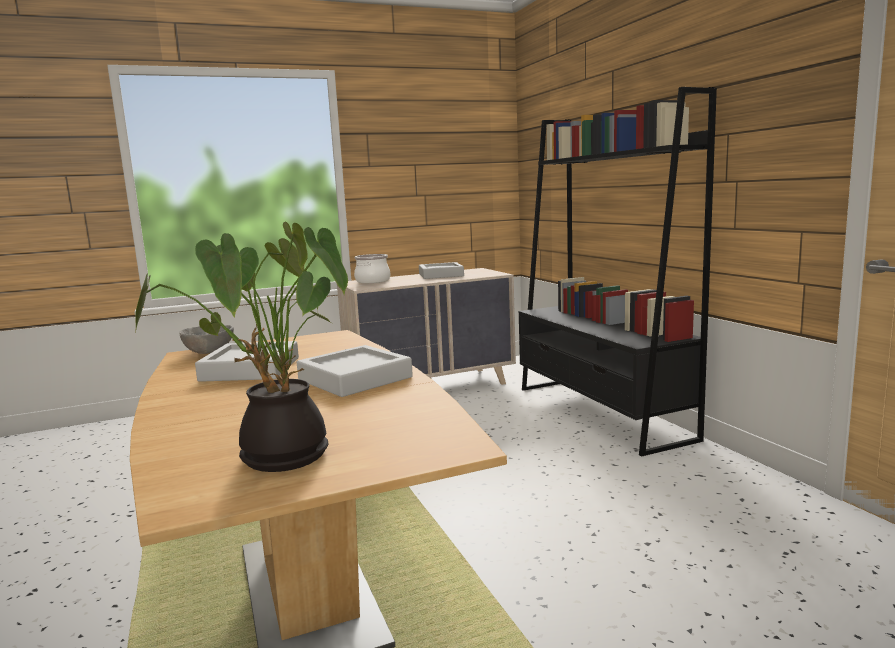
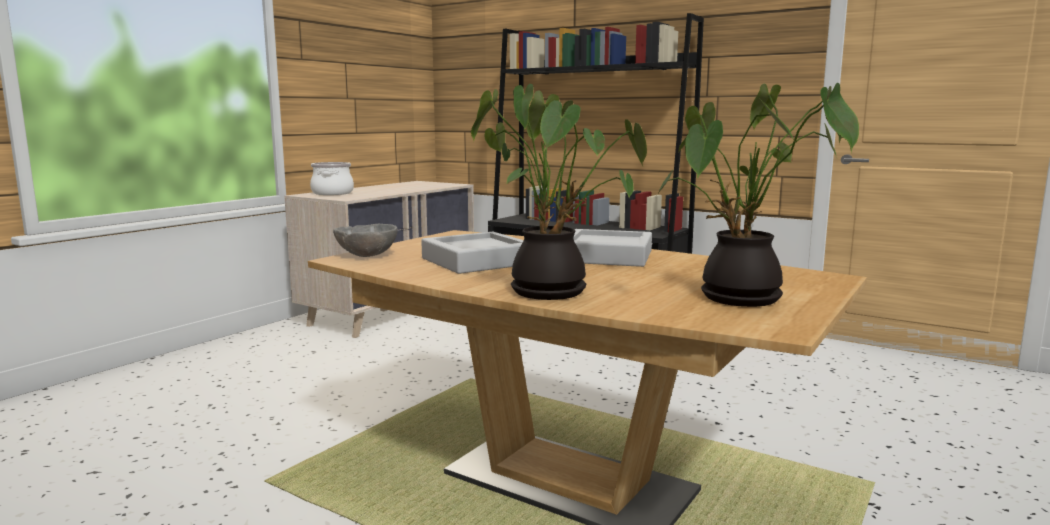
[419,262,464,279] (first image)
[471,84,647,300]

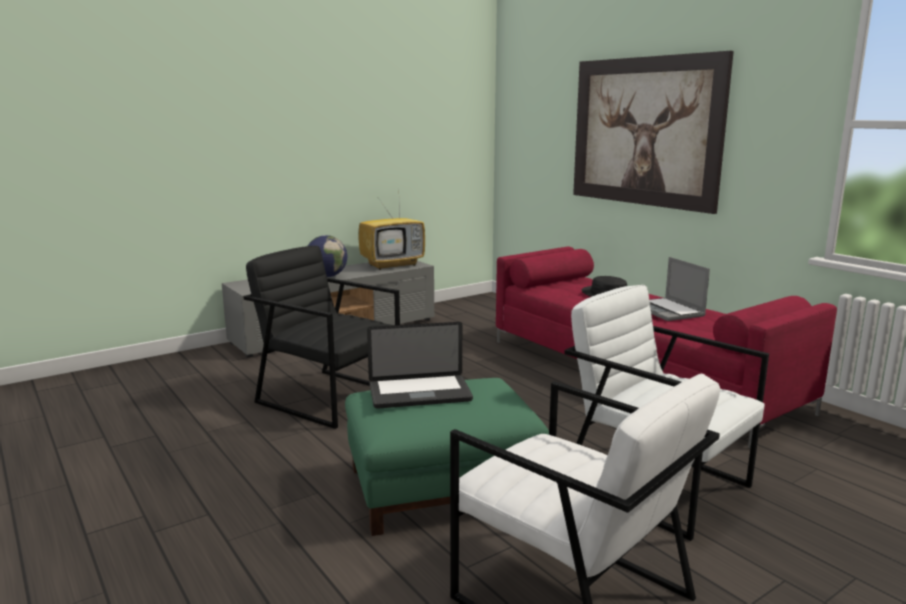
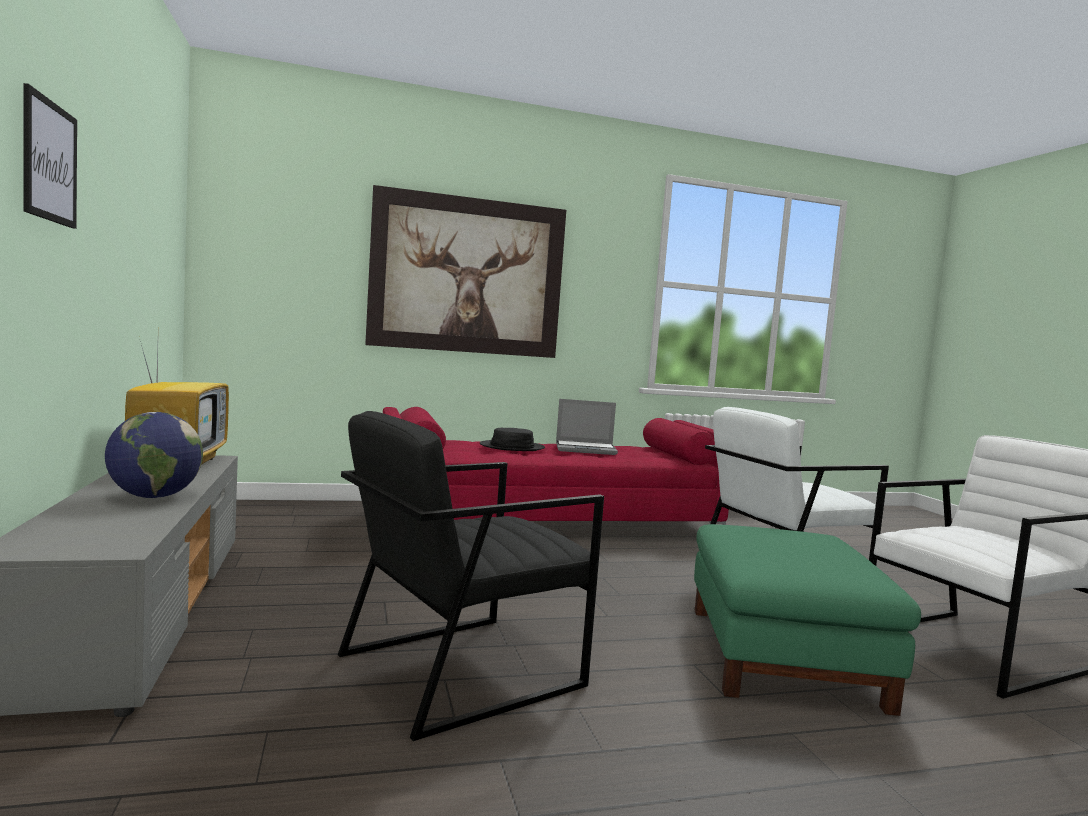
[367,322,473,409] (first image)
[23,83,77,229]

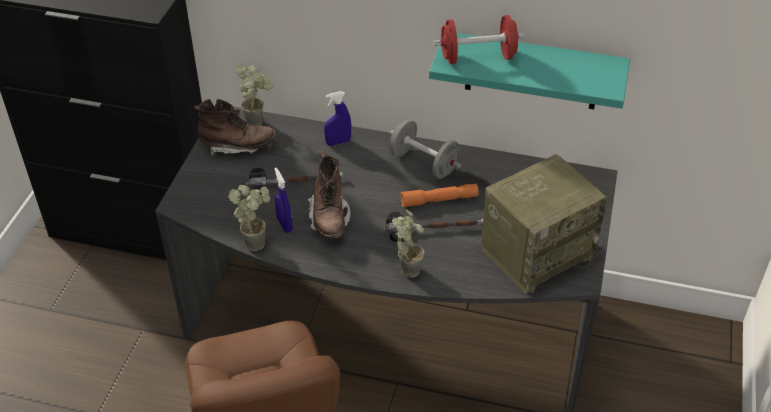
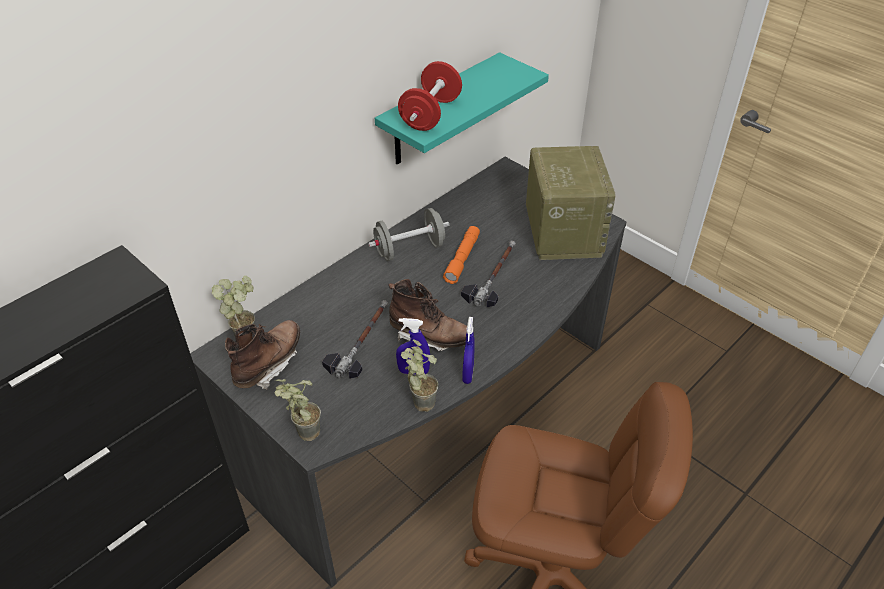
[462,317,475,384]
[274,379,321,441]

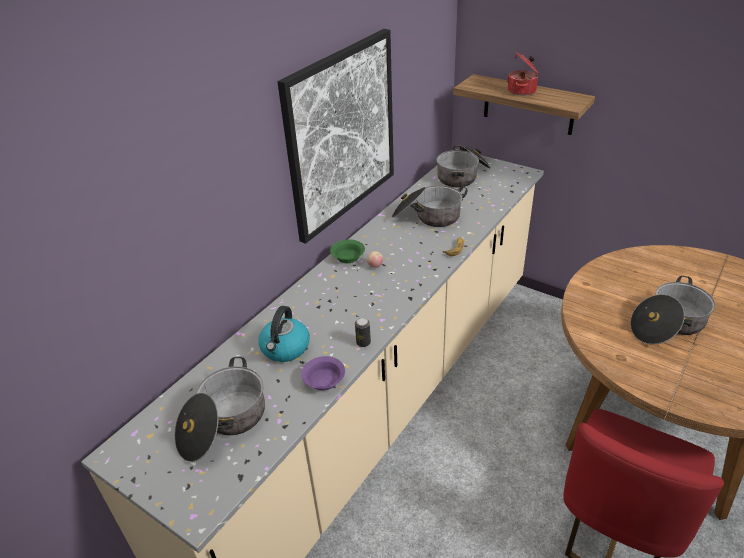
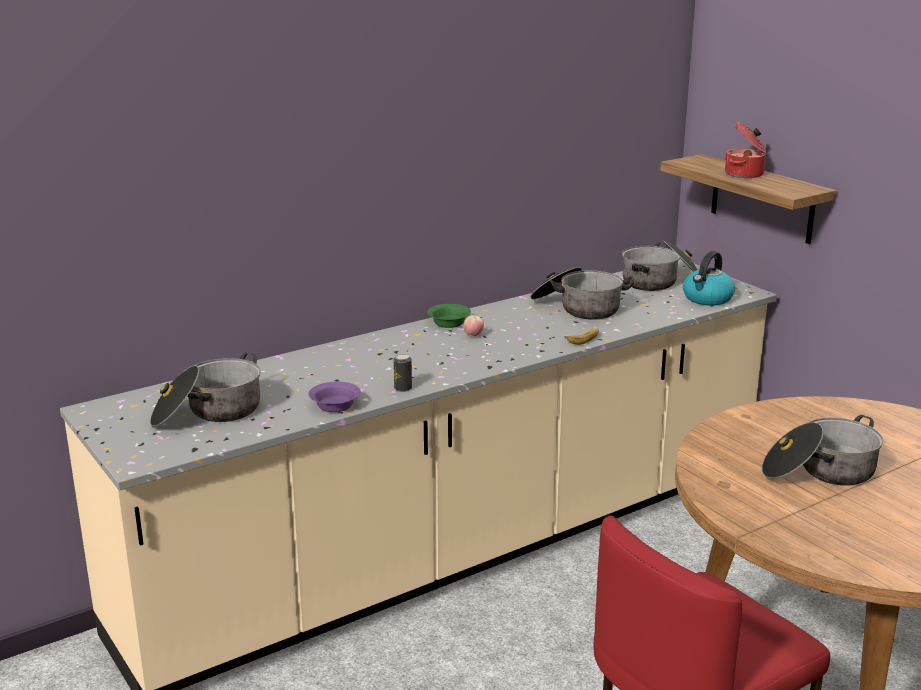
[683,251,735,306]
[278,29,394,244] (first image)

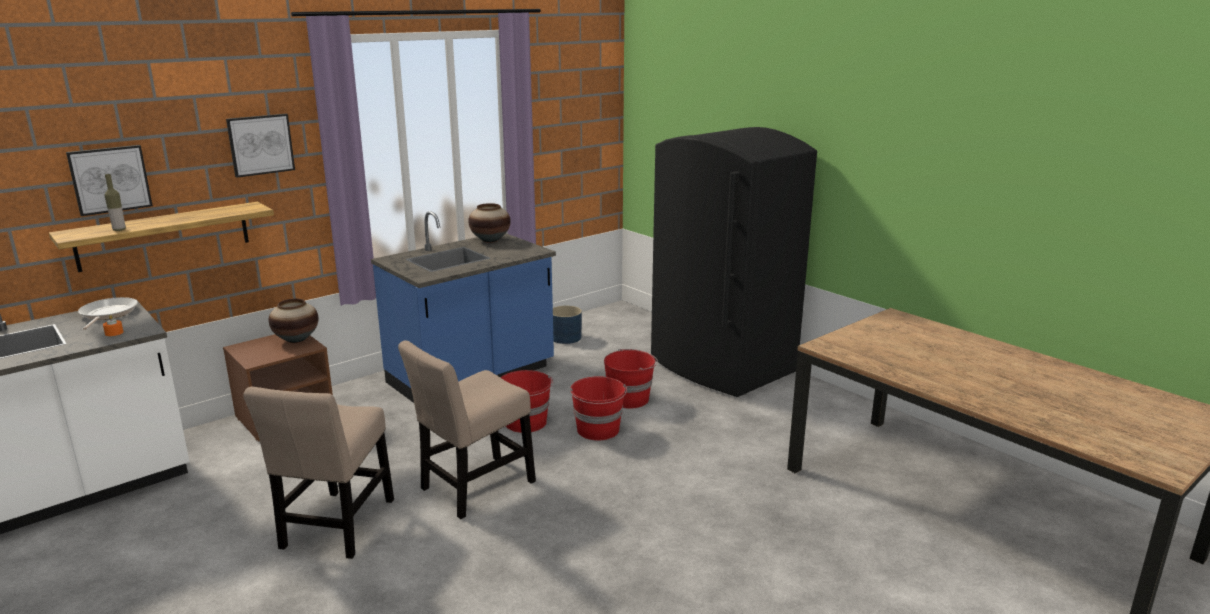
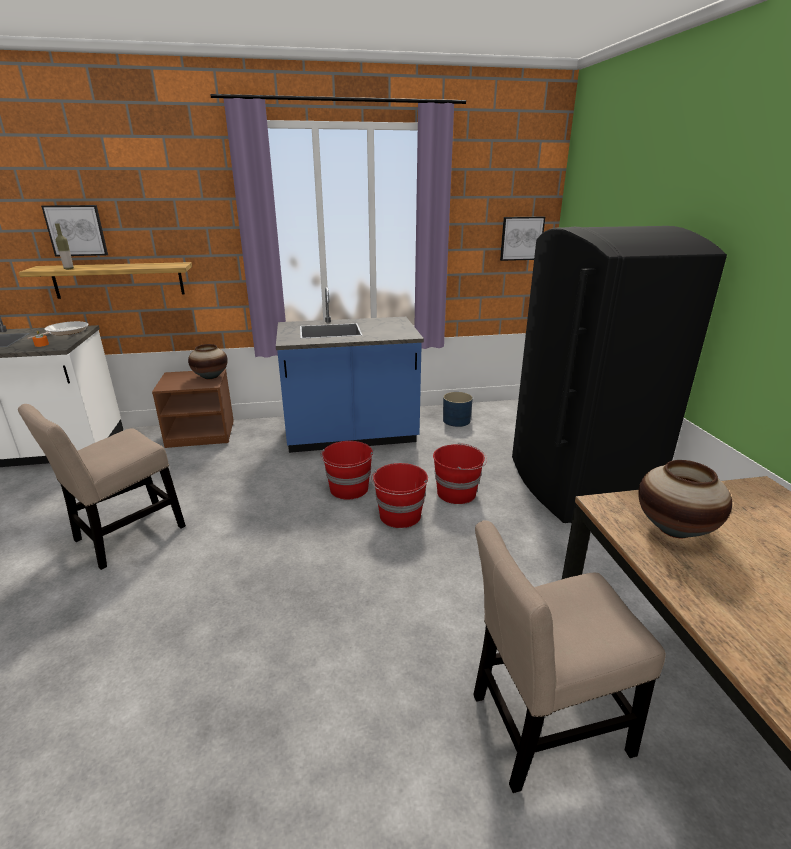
[500,216,545,261]
[473,520,666,793]
[638,460,732,538]

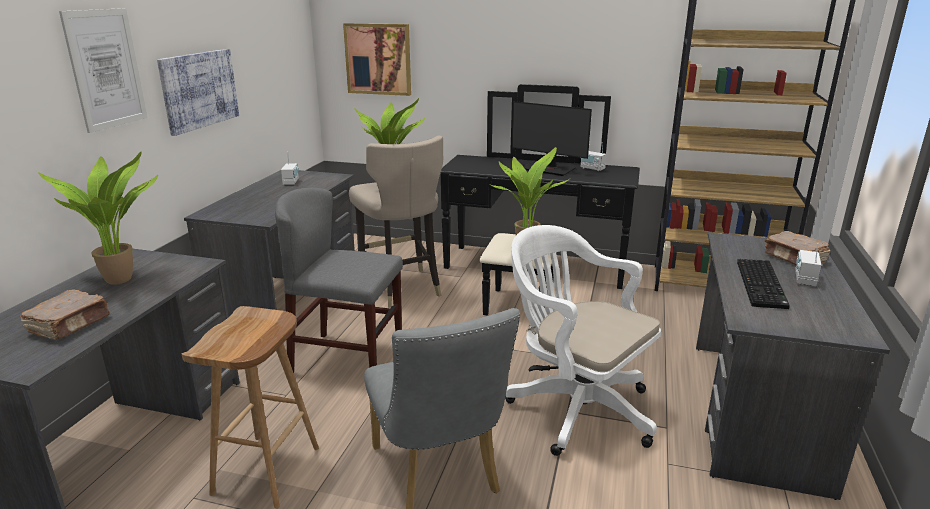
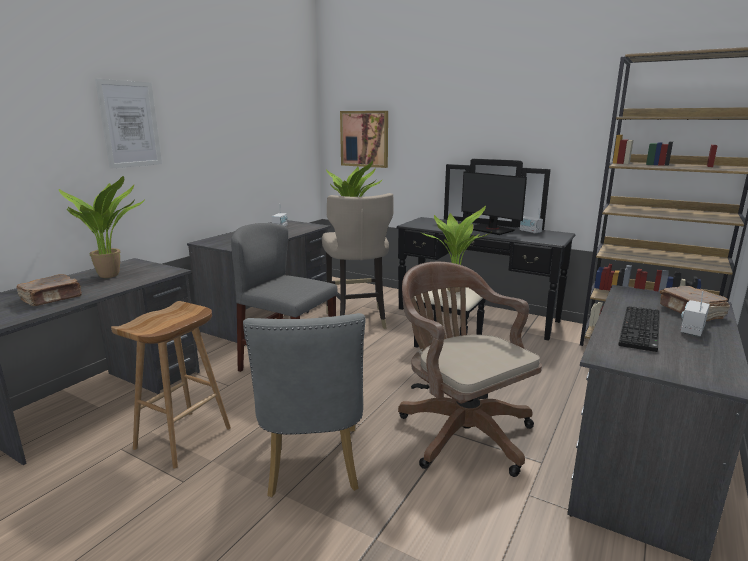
[157,49,239,136] (first image)
[398,262,542,477]

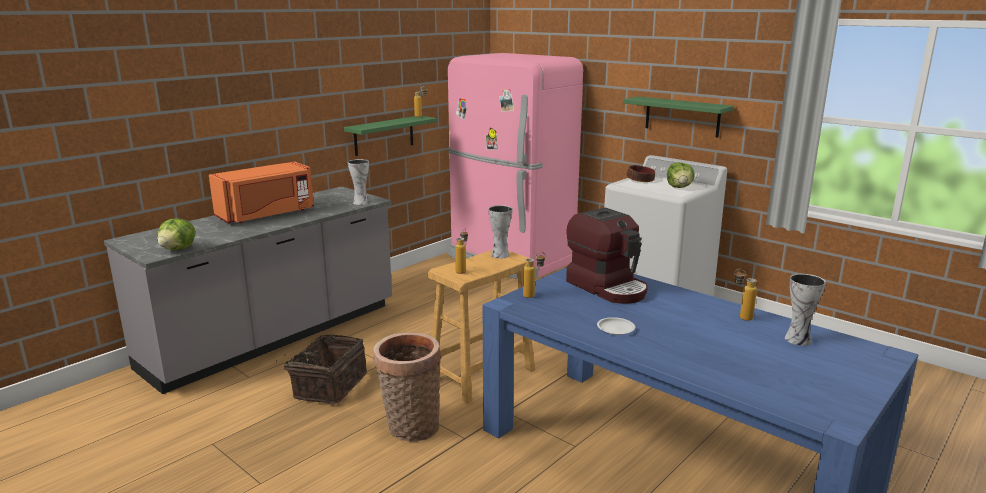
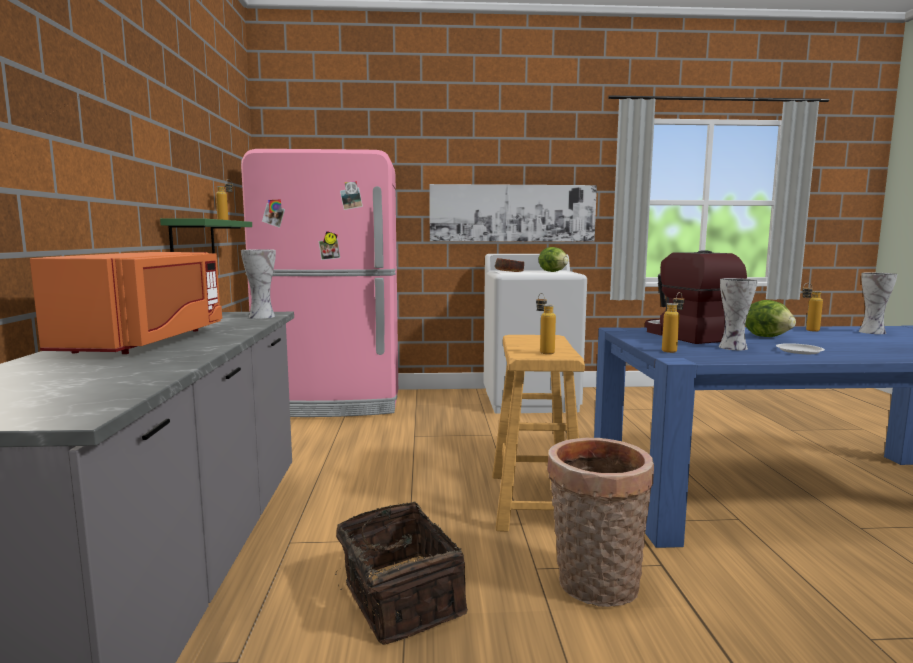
[745,300,796,337]
[719,278,758,350]
[645,250,747,344]
[429,184,597,242]

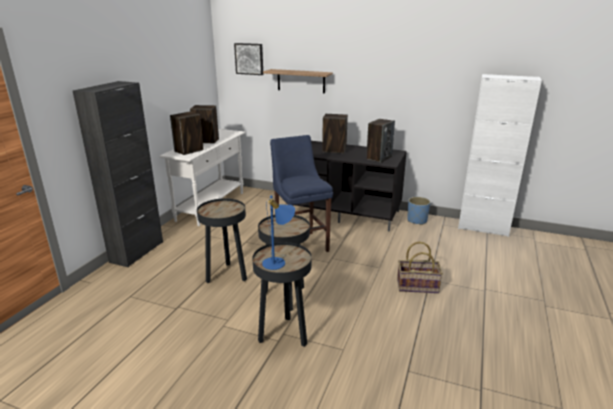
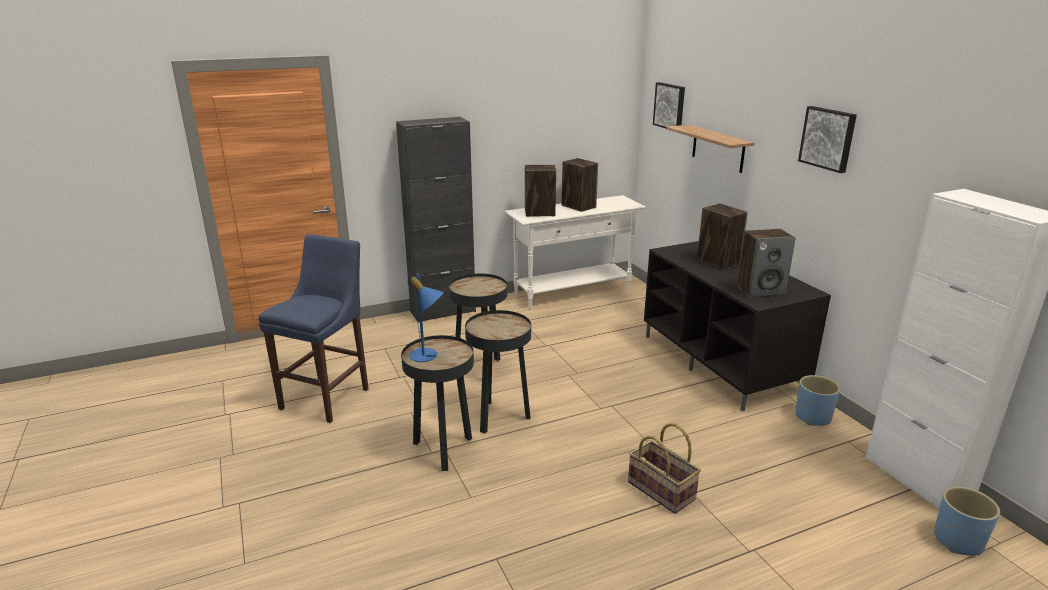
[259,234,369,423]
[798,106,857,173]
[934,486,1000,556]

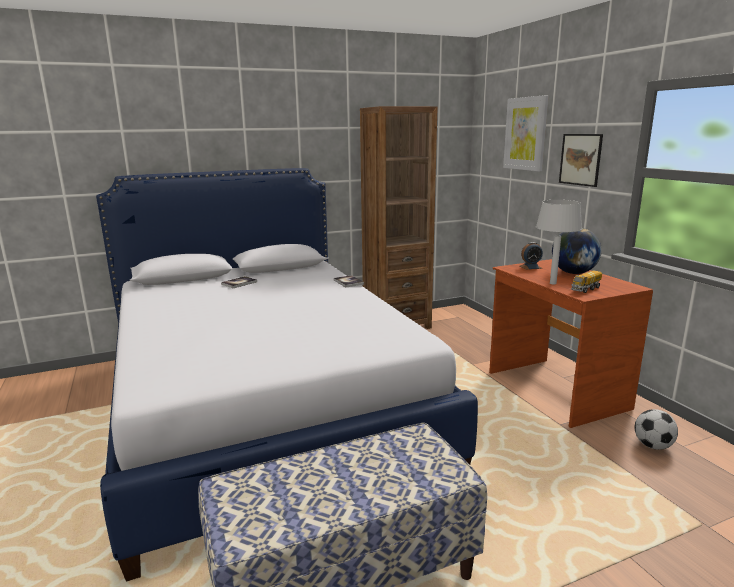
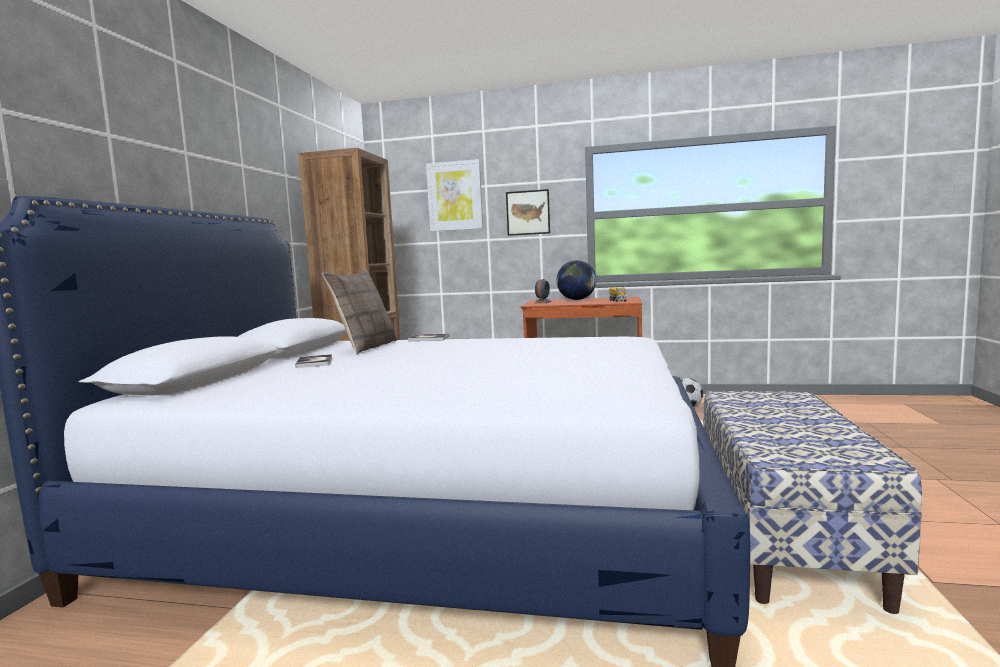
[536,200,582,284] (first image)
[322,269,397,354]

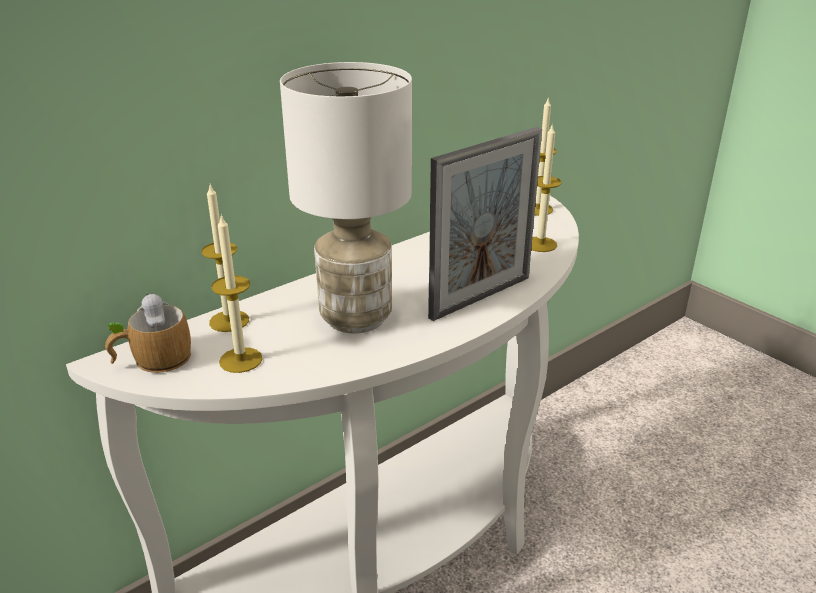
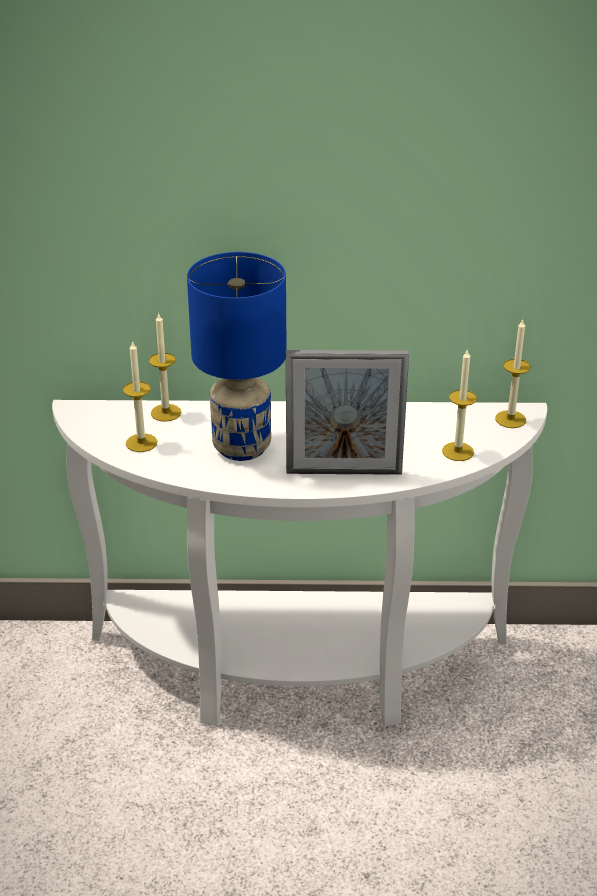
[105,293,191,373] (first image)
[187,252,286,461]

